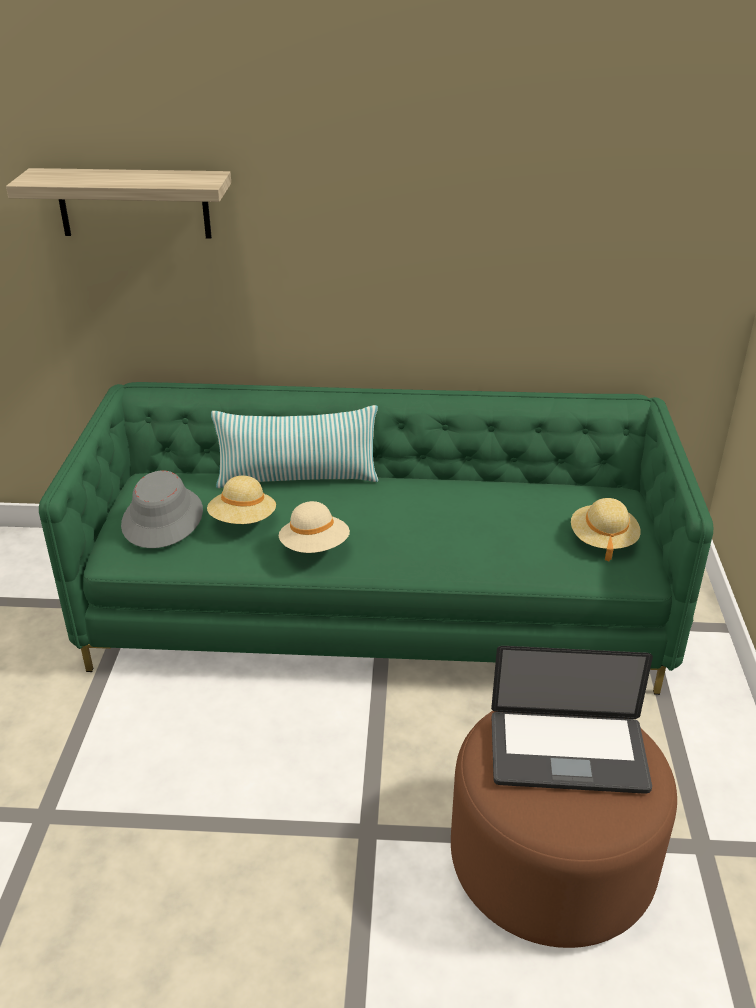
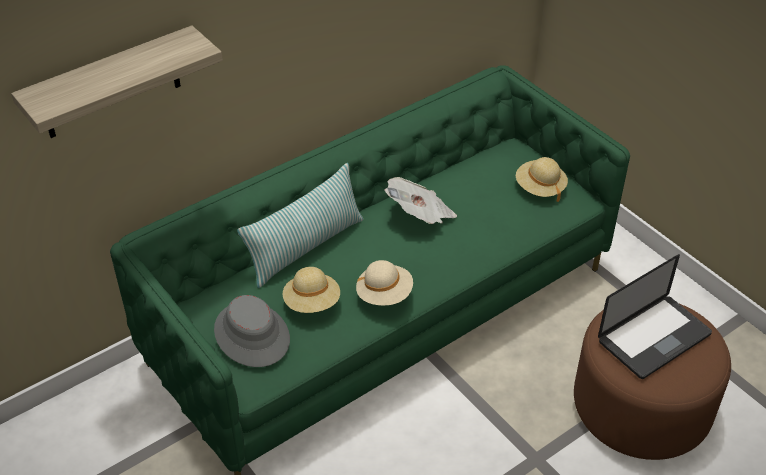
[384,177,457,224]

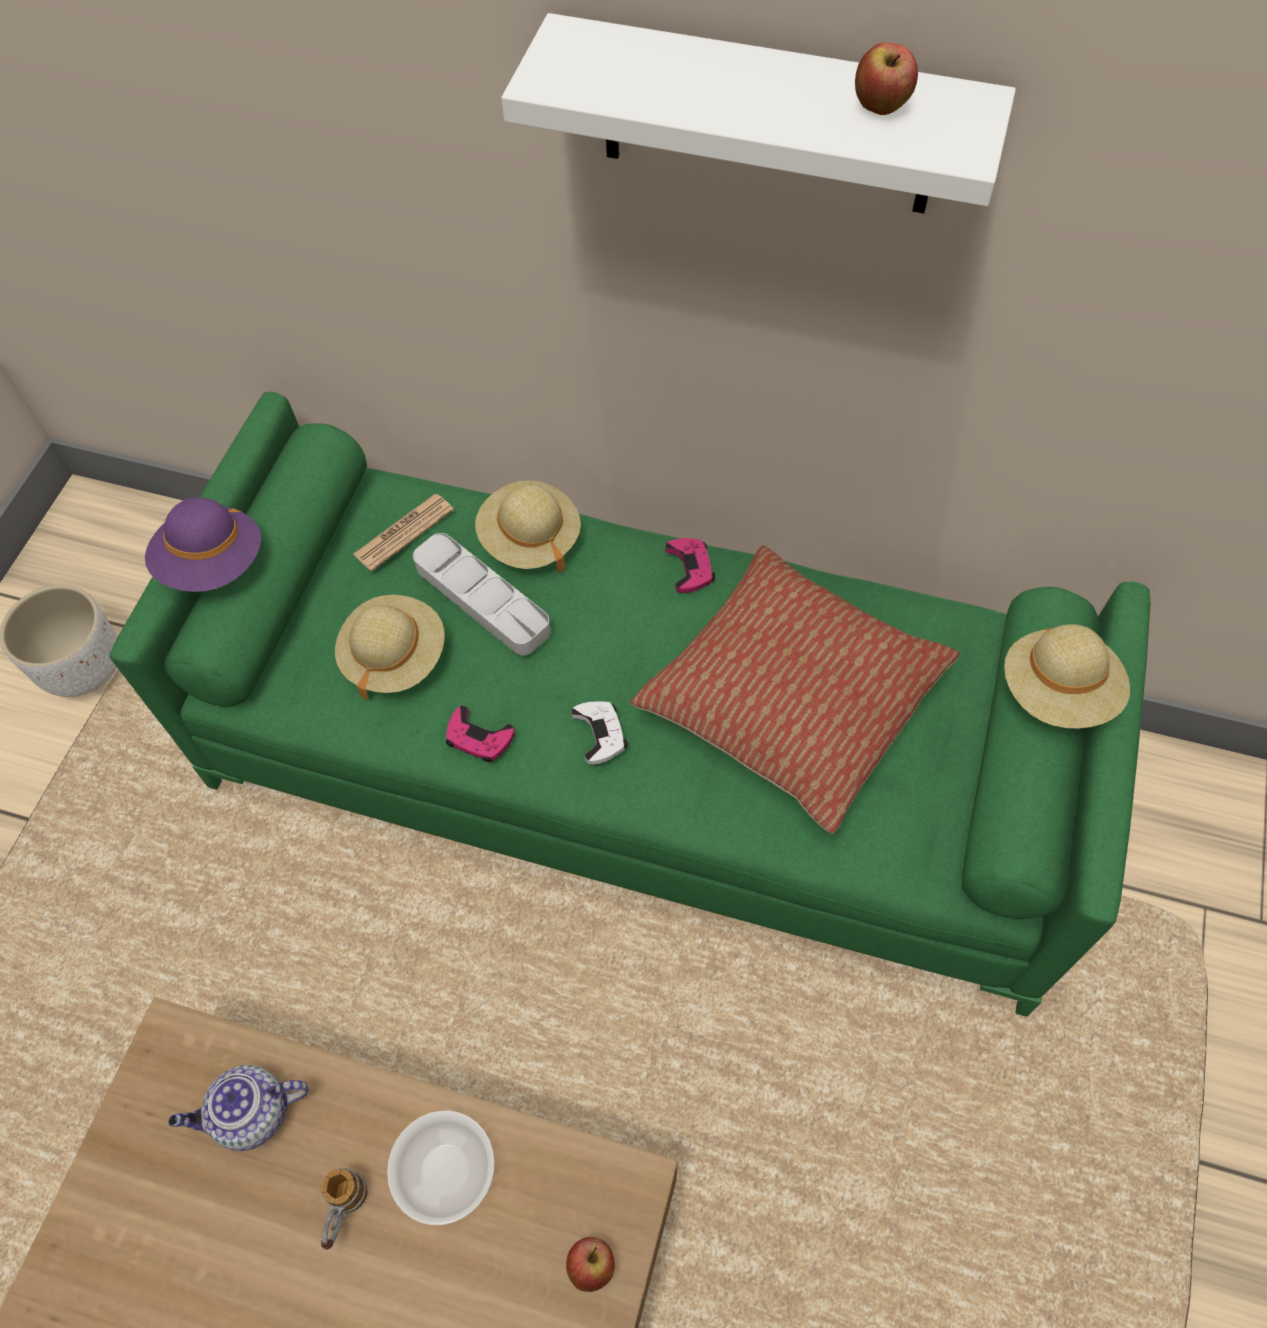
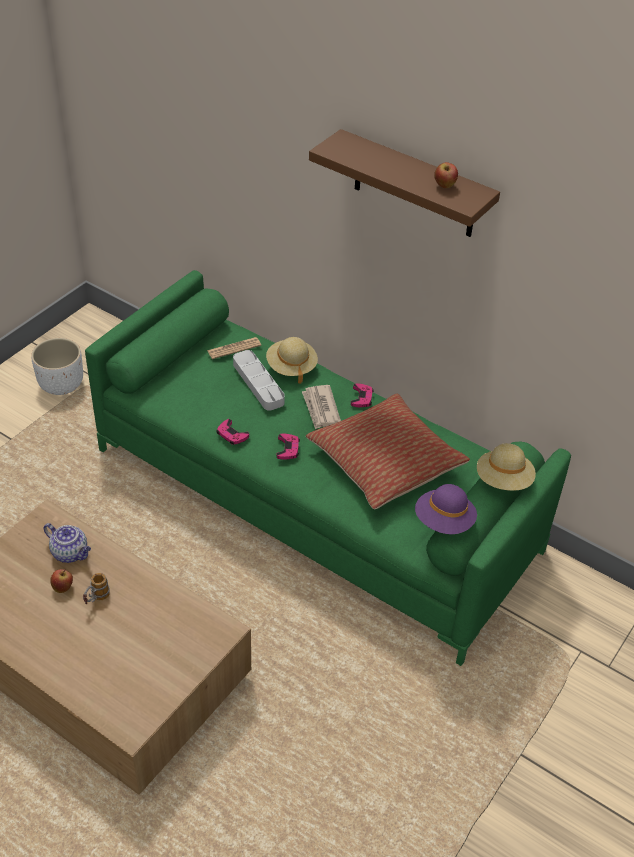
[415,484,477,534]
[43,523,91,563]
[335,595,445,700] (first image)
[387,1111,494,1225] (first image)
[309,129,500,237]
[50,569,73,593]
[277,434,300,460]
[302,385,341,429]

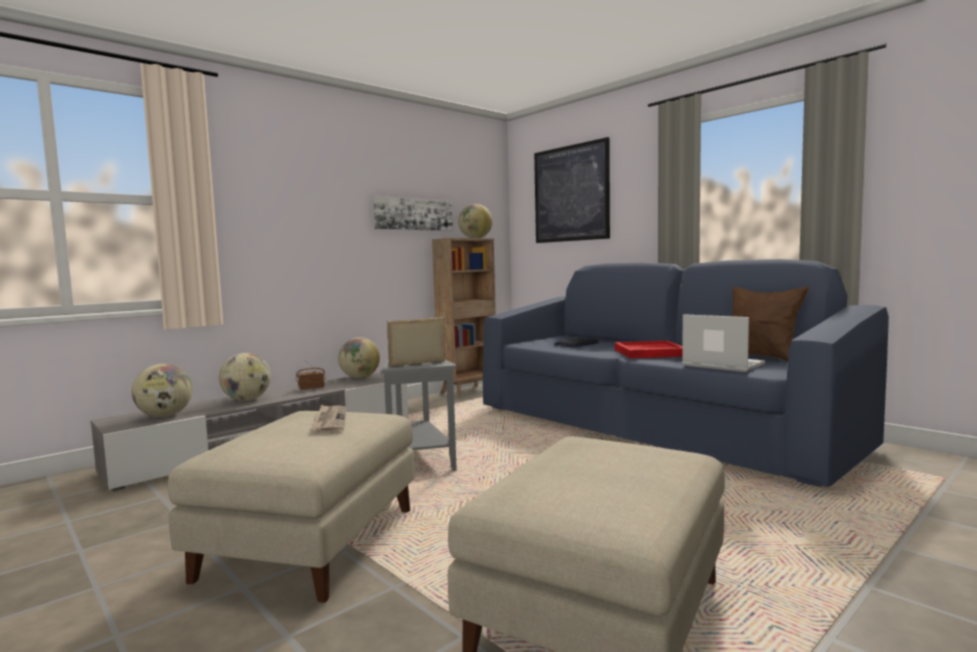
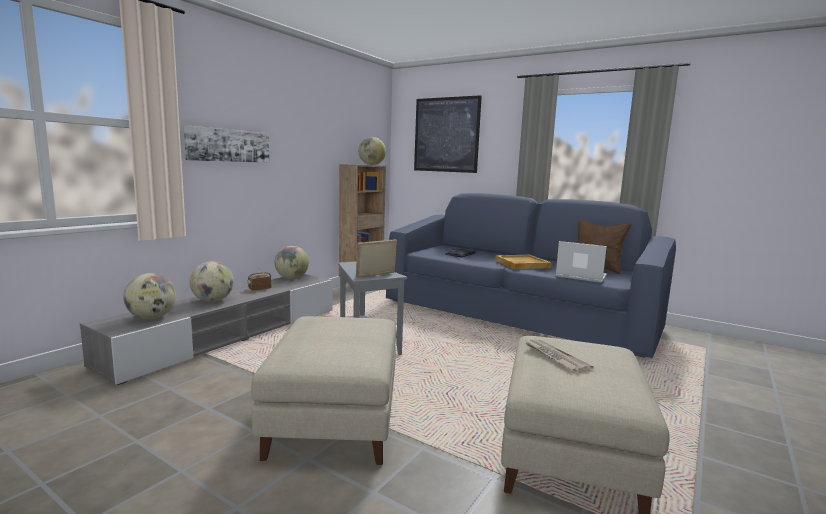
[524,339,594,373]
[183,125,269,163]
[495,255,552,269]

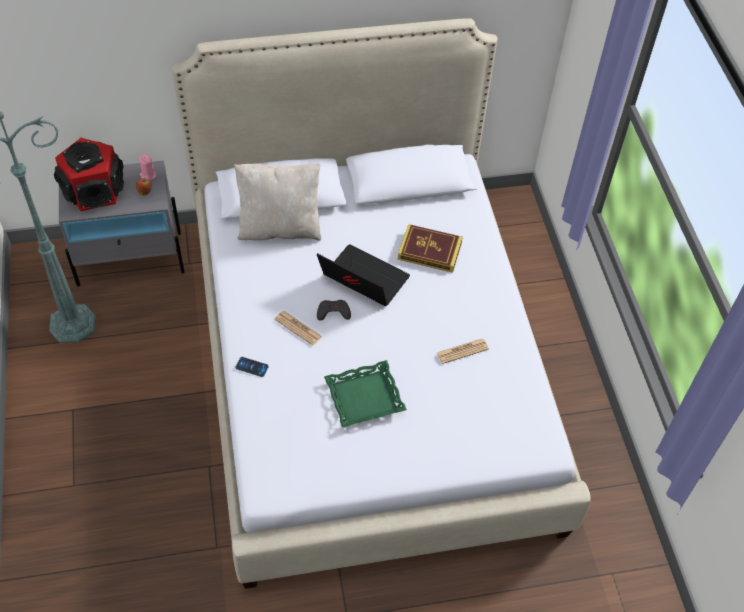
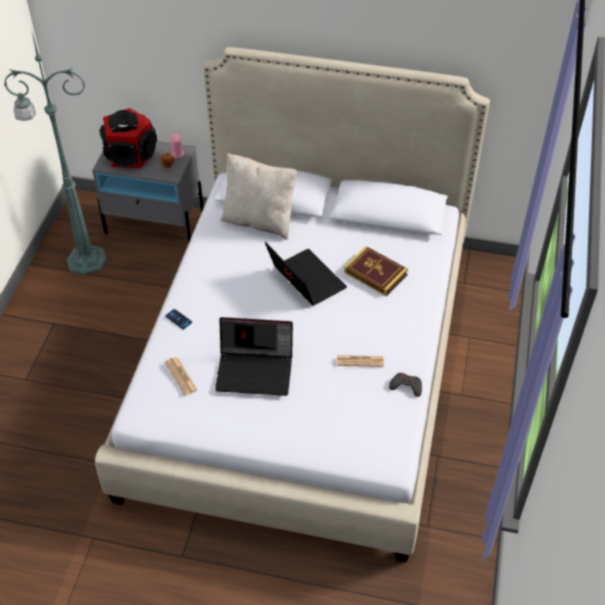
[165,357,197,396]
[389,373,422,397]
[215,317,293,396]

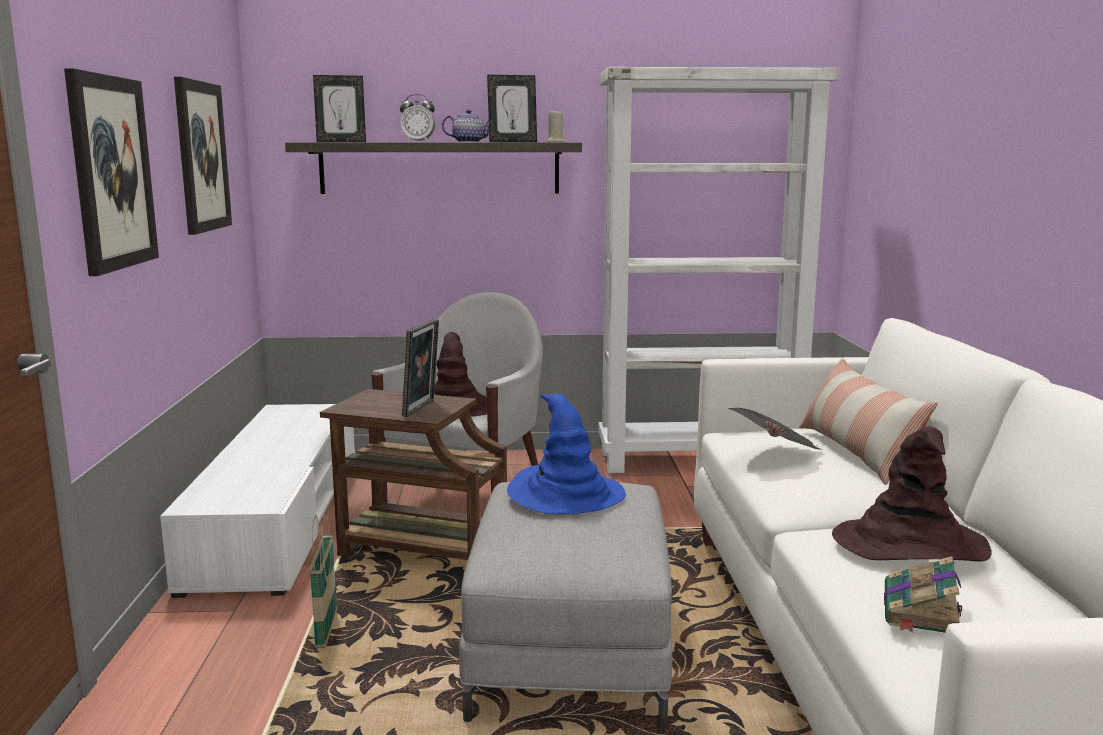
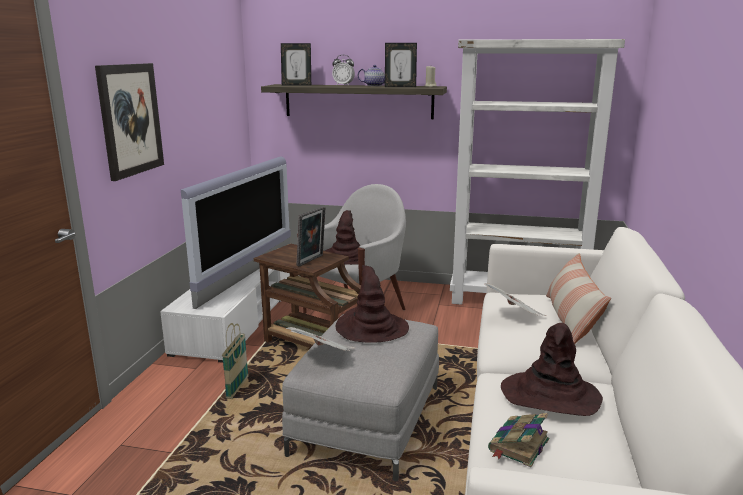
[174,77,232,235] (first image)
[336,265,409,343]
[181,156,291,309]
[286,327,355,351]

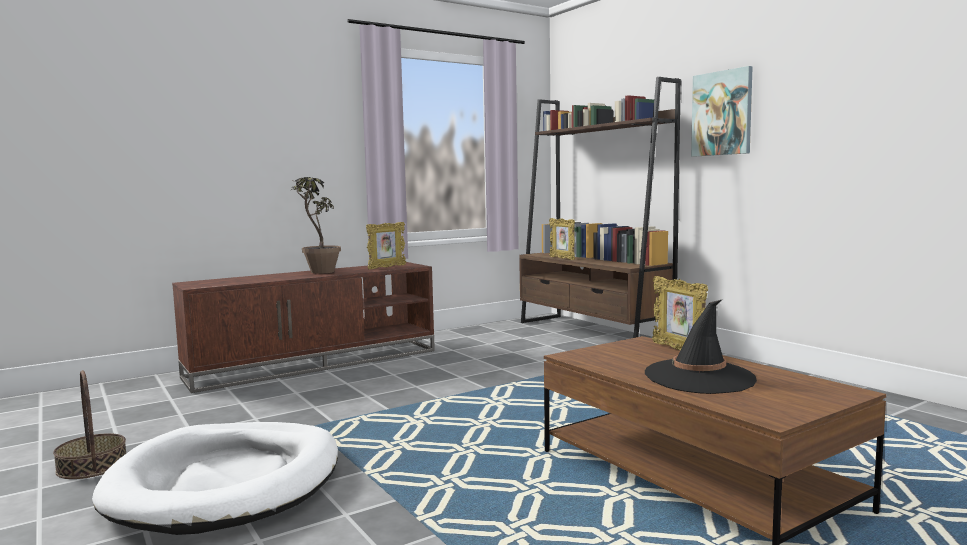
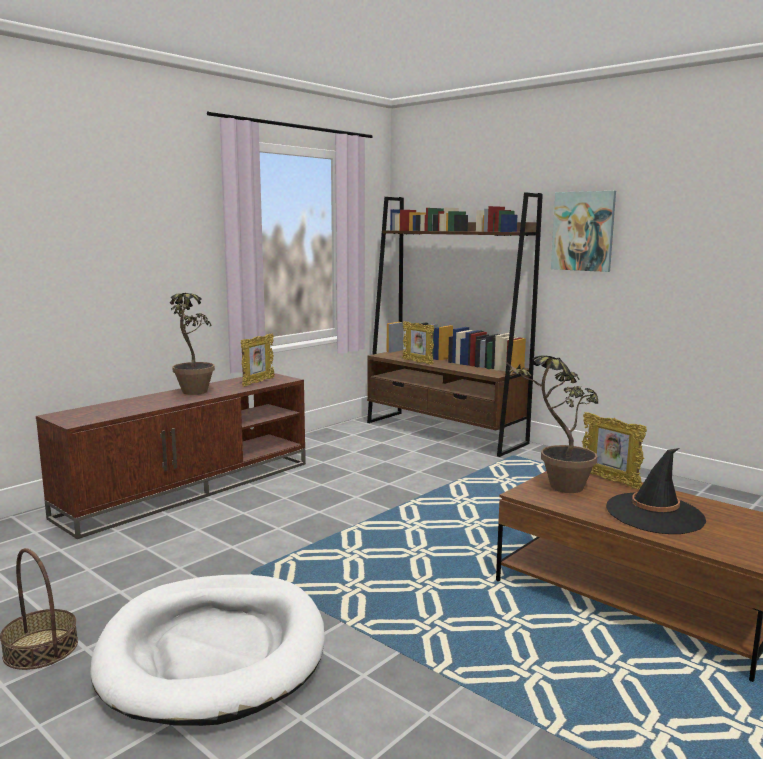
[504,355,598,493]

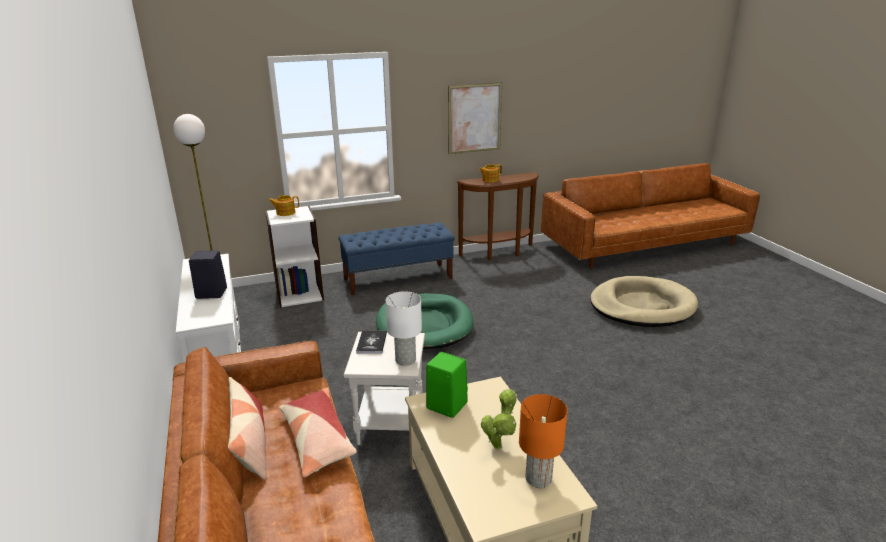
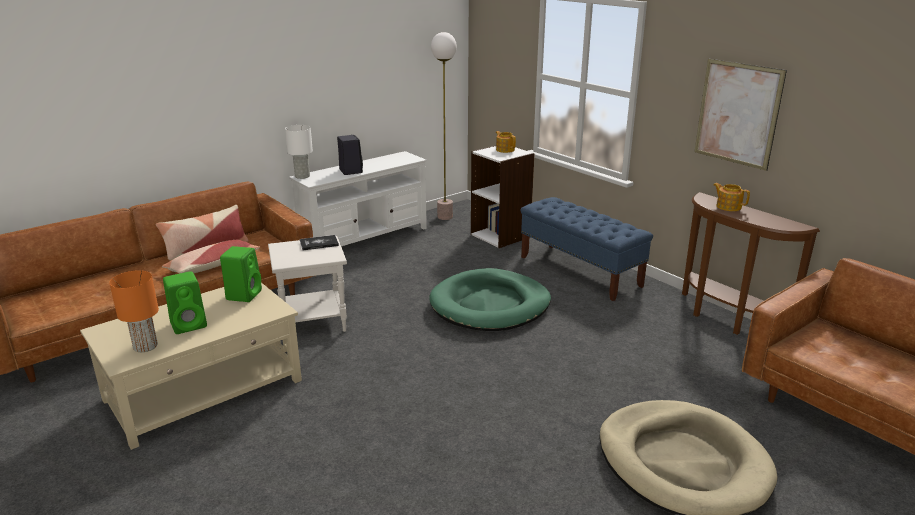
[285,125,313,179]
[163,271,207,334]

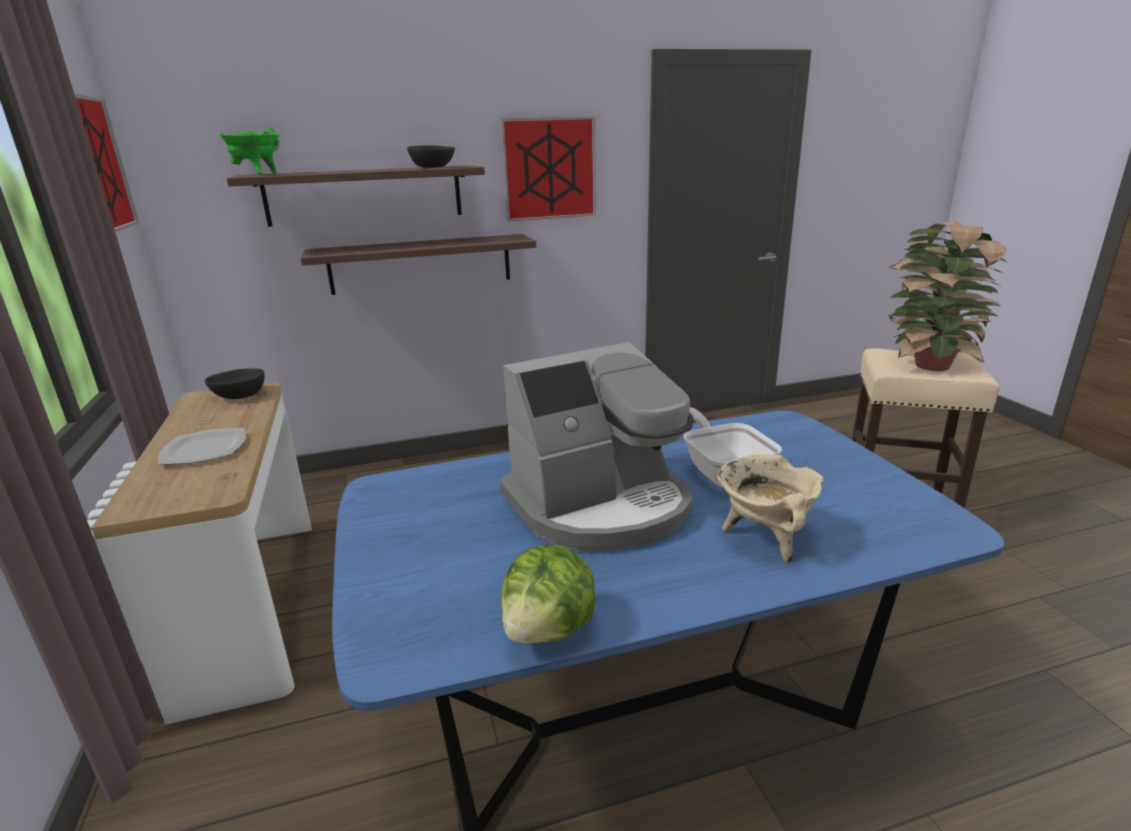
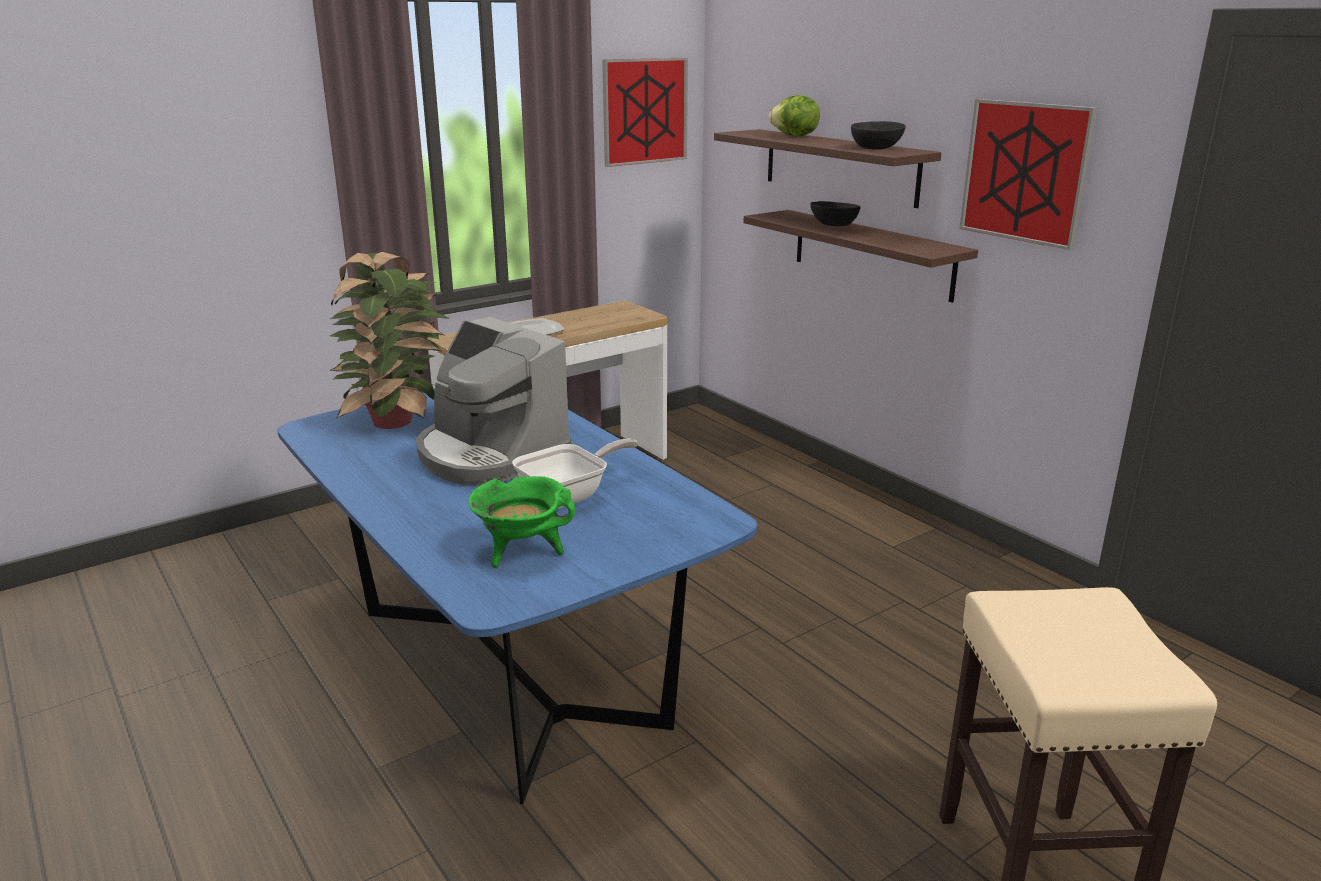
[810,201,860,226]
[469,476,575,568]
[768,95,820,137]
[717,454,824,563] (first image)
[329,252,450,429]

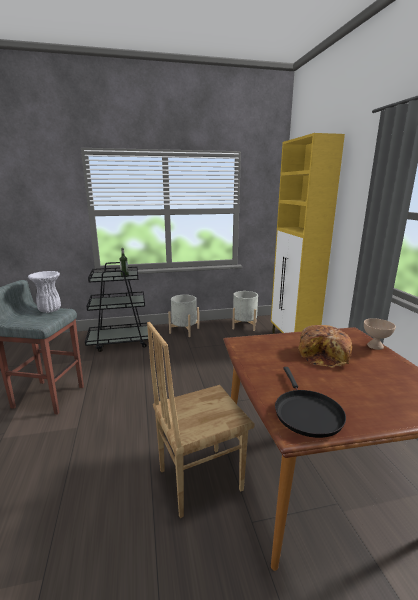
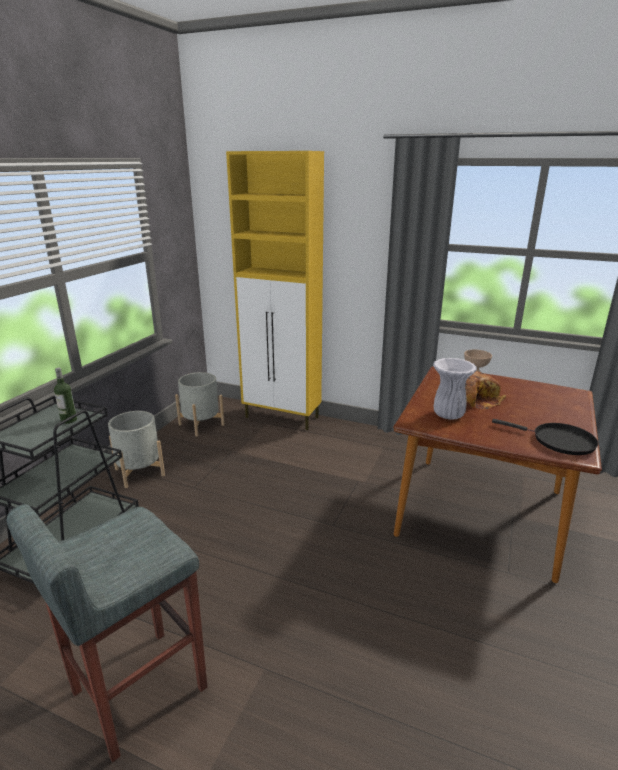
[433,358,477,420]
[147,322,255,518] (first image)

